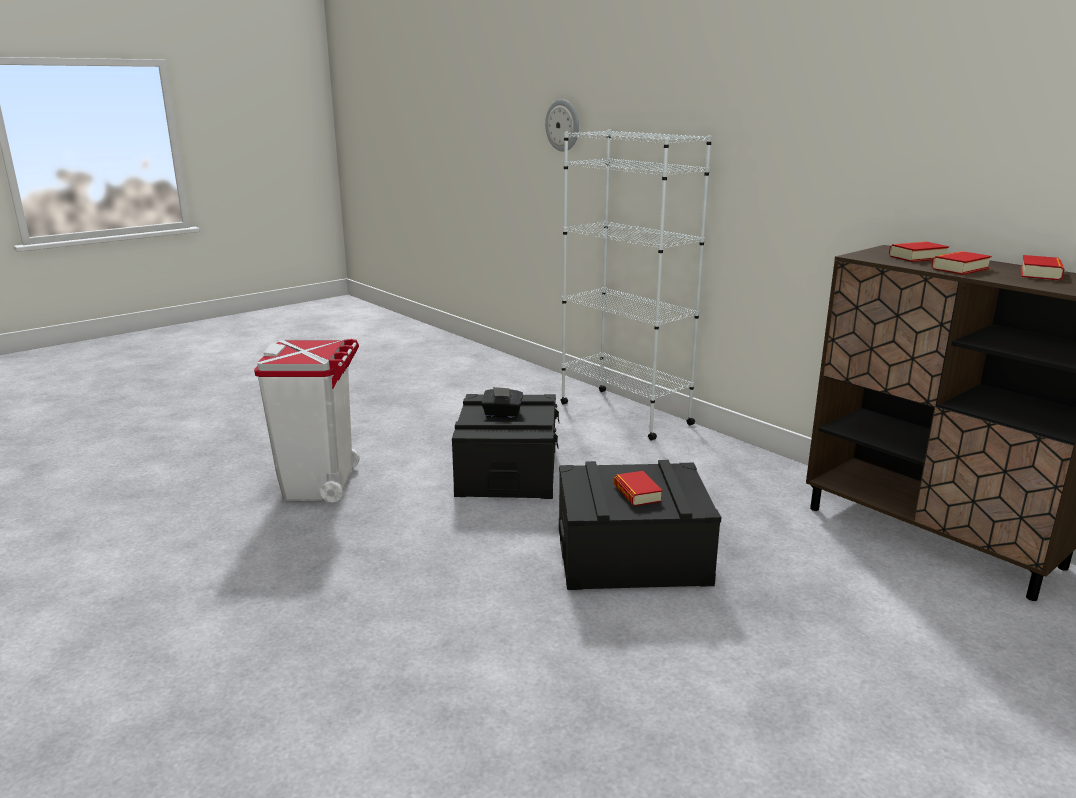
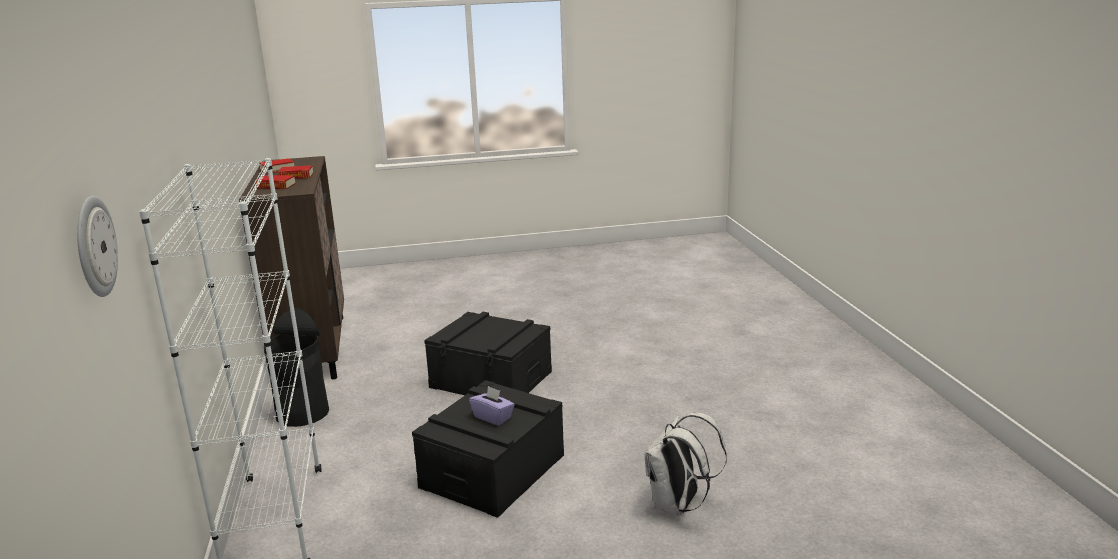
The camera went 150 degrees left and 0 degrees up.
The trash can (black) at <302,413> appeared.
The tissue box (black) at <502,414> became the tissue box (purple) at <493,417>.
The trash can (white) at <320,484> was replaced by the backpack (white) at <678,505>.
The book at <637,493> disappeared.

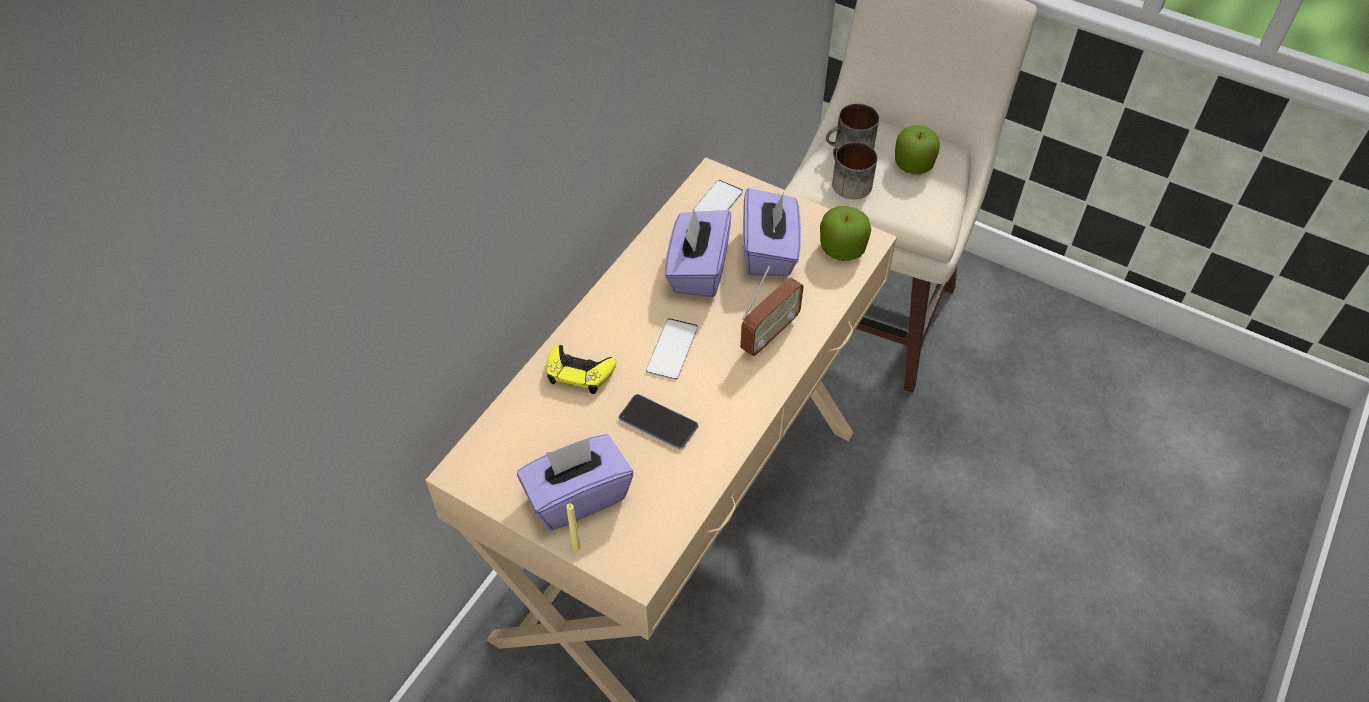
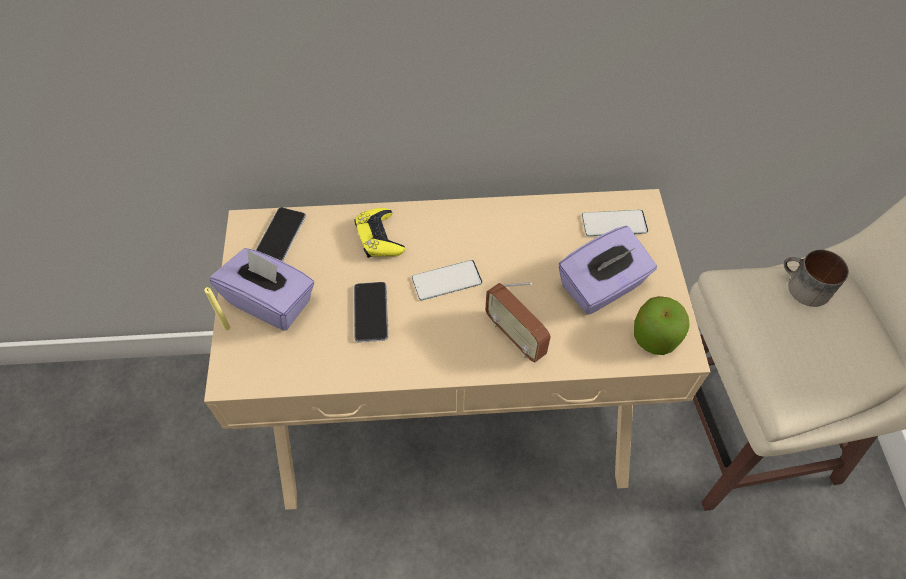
The camera went 55 degrees right and 5 degrees up.
The phone at <281,235> appeared.
The radio at <769,335> turned 45 degrees clockwise.
The tissue box (purple) at <697,270> disappeared.
The mug at <847,182> disappeared.
The apple at <913,164> disappeared.

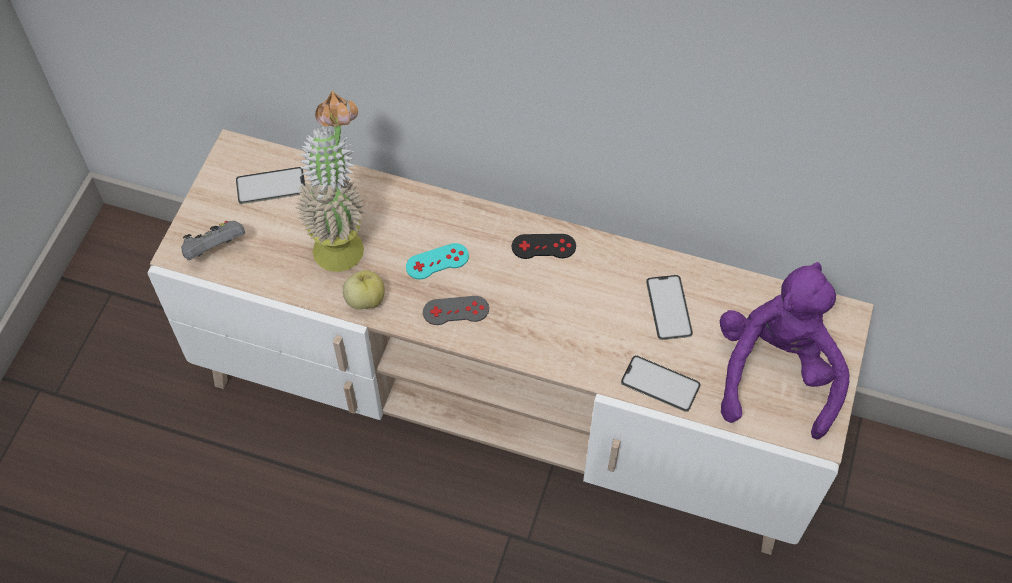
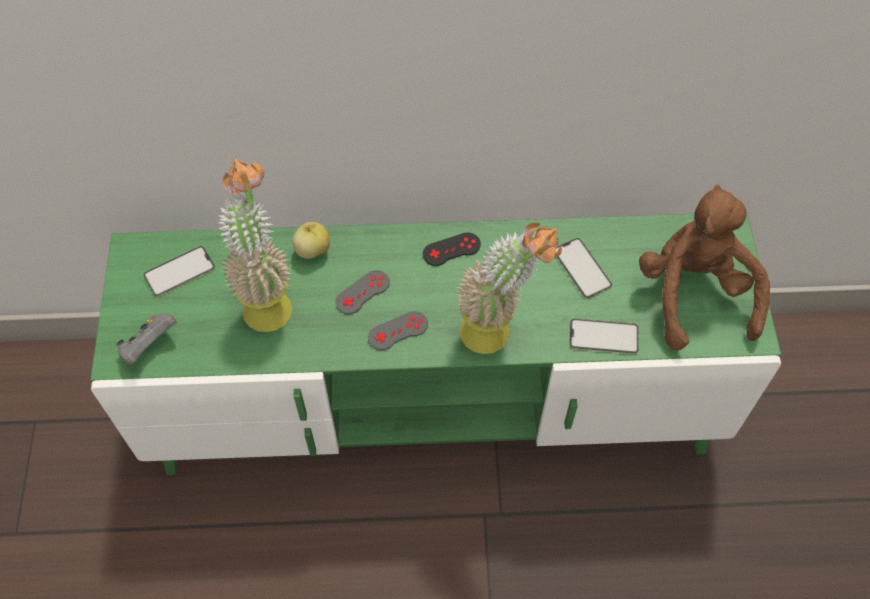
The camera went 20 degrees left and 0 degrees up.
The tv stand (beige) at <505,405> became the tv stand (green) at <434,403>.
The apple moved from <365,299> to <312,250>.
The game controller (turquoise) at <437,261> became the game controller (grey) at <362,292>.
The potted plant at <498,332> appeared.
The plush toy (purple) at <775,371> became the plush toy (brown) at <694,294>.

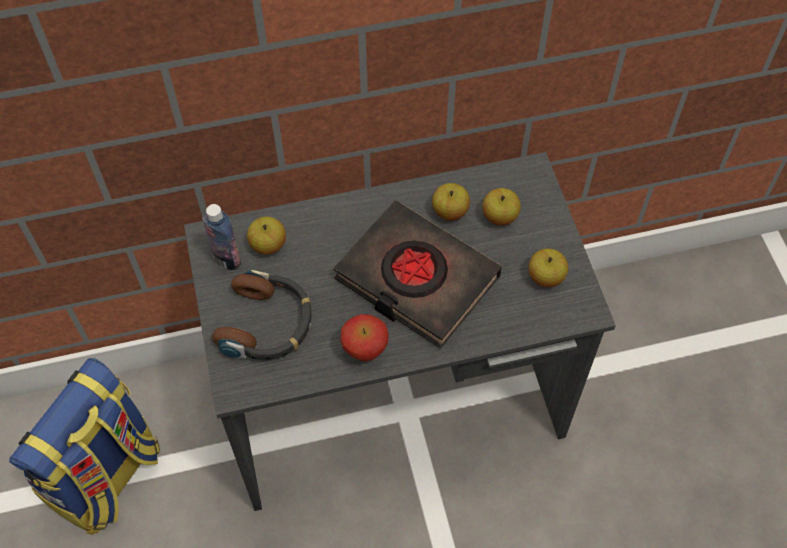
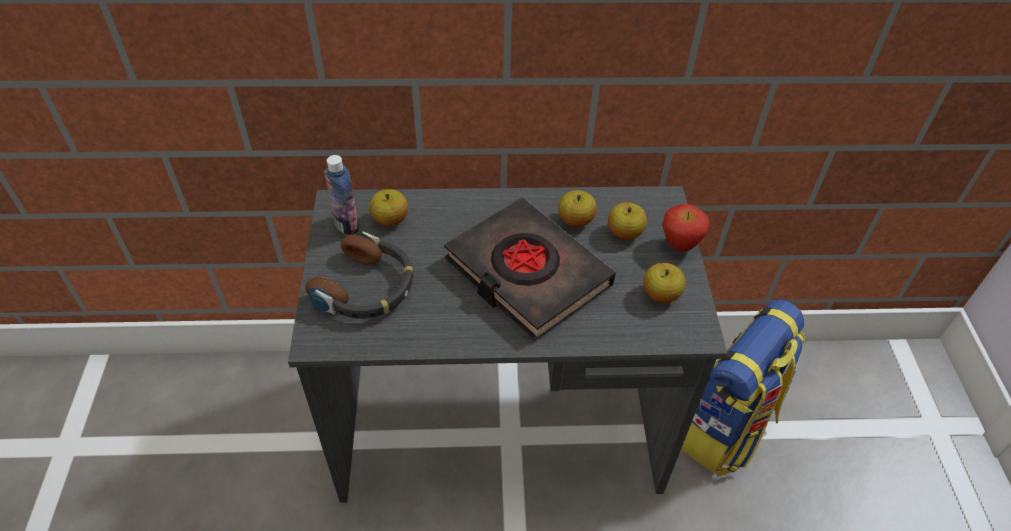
The camera went 10 degrees right and 10 degrees down.
The apple moved from <365,352> to <679,246>.
The backpack moved from <107,478> to <724,428>.

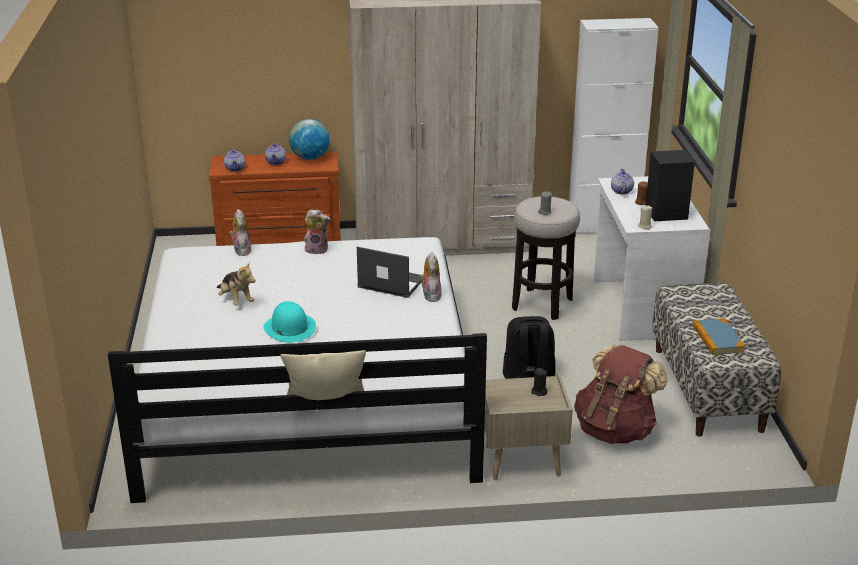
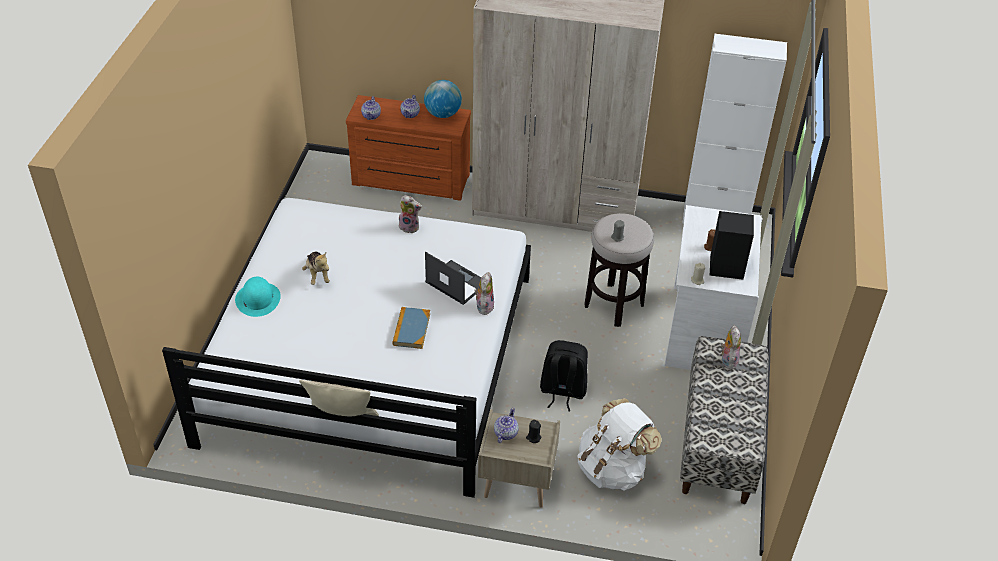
The camera went 15 degrees right and 15 degrees up.
The hat (turquoise) moved from <289,328> to <258,299>.
The book moved from <717,339> to <411,329>.
The teapot moved from <621,191> to <505,433>.
The backpack (brown) at <615,430> became the backpack (white) at <613,468>.
The plush toy moved from <241,250> to <727,360>.

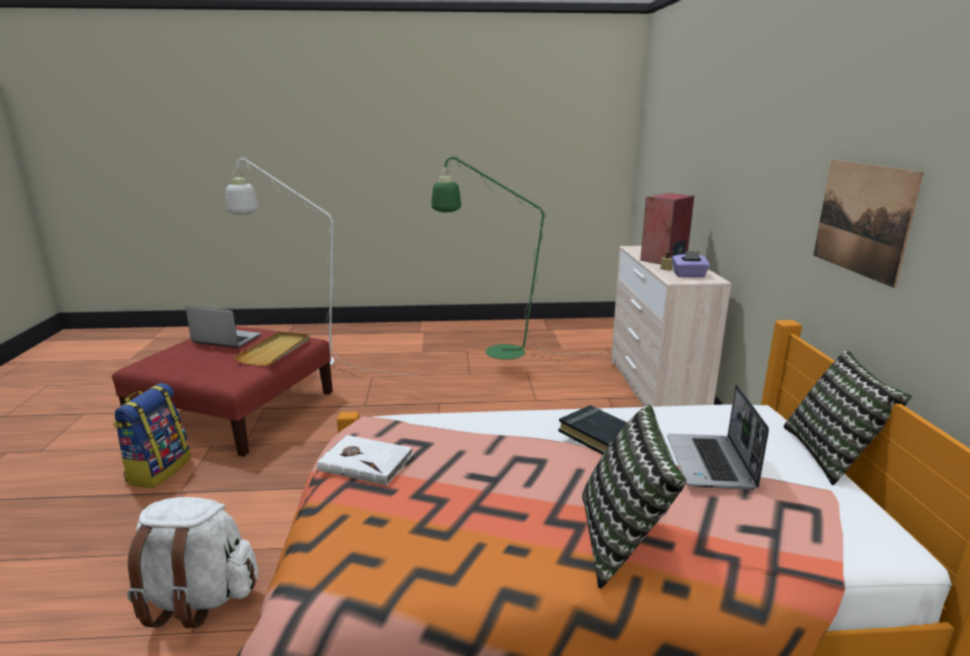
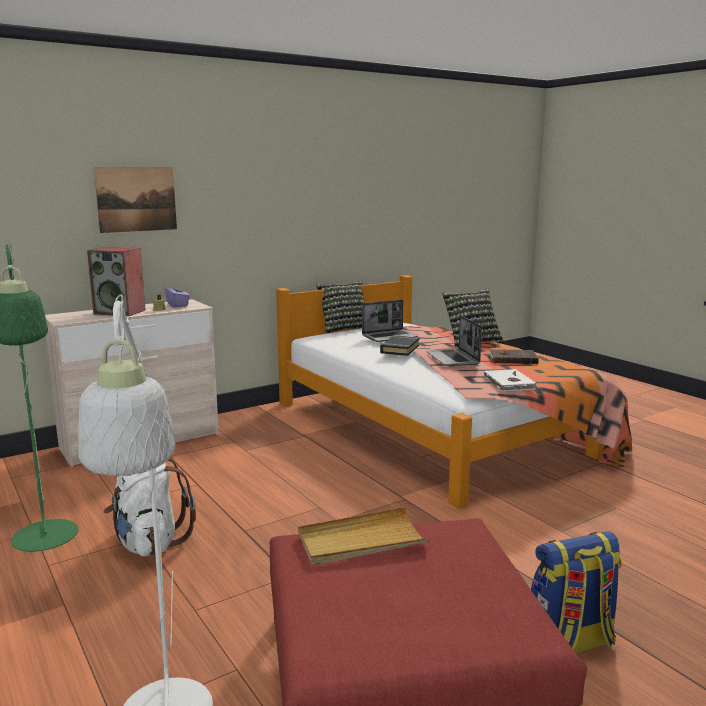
The camera went 120 degrees left and 5 degrees down.
The picture moved from <862,219> to <136,199>.
The backpack (white) moved from <197,599> to <149,543>.
The laptop moved from <225,339> to <453,359>.
The book (brown) at <512,358> appeared.

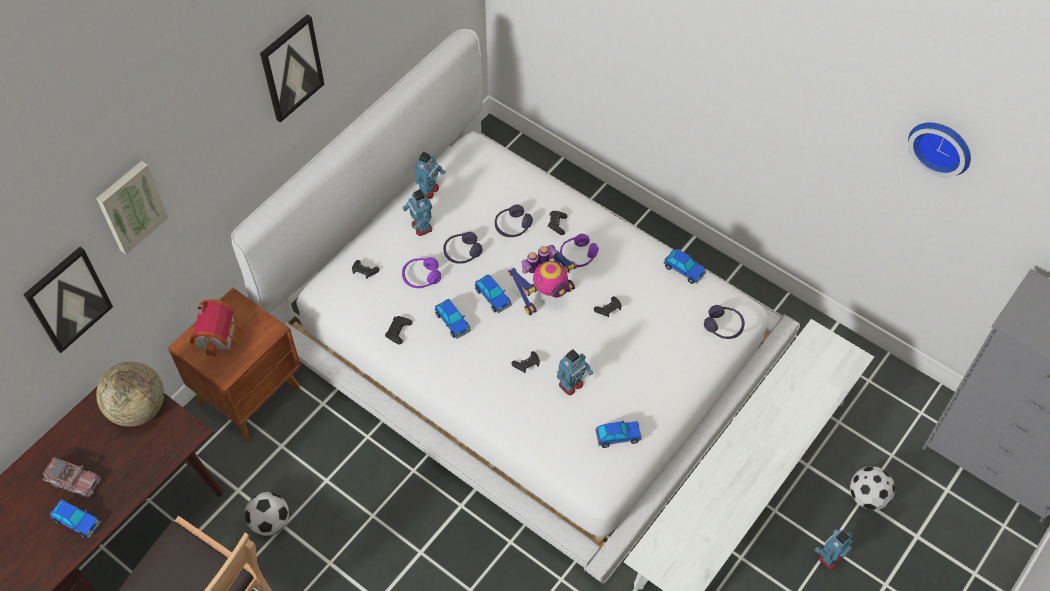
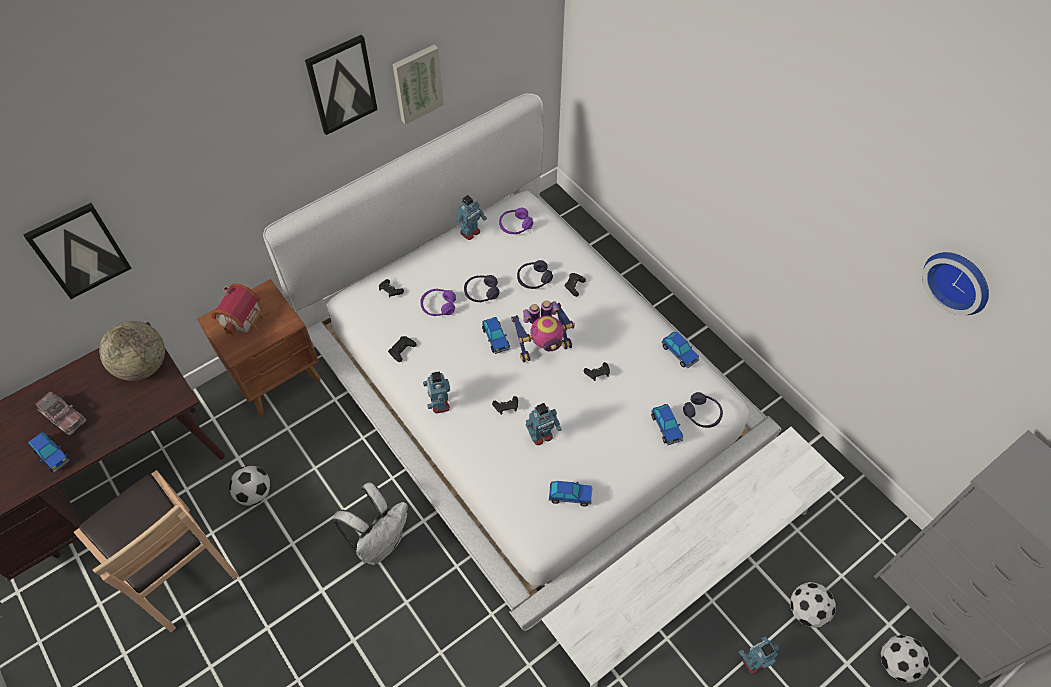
The camera went 15 degrees right and 0 degrees up.
The backpack (white) at <380,542> appeared.
The picture moved from <130,206> to <417,83>.
The toy robot moved from <421,227> to <439,404>.
The headphones (purple) moved from <578,255> to <515,225>.
The toy car moved from <453,322> to <666,427>.
The football at <897,664> appeared.

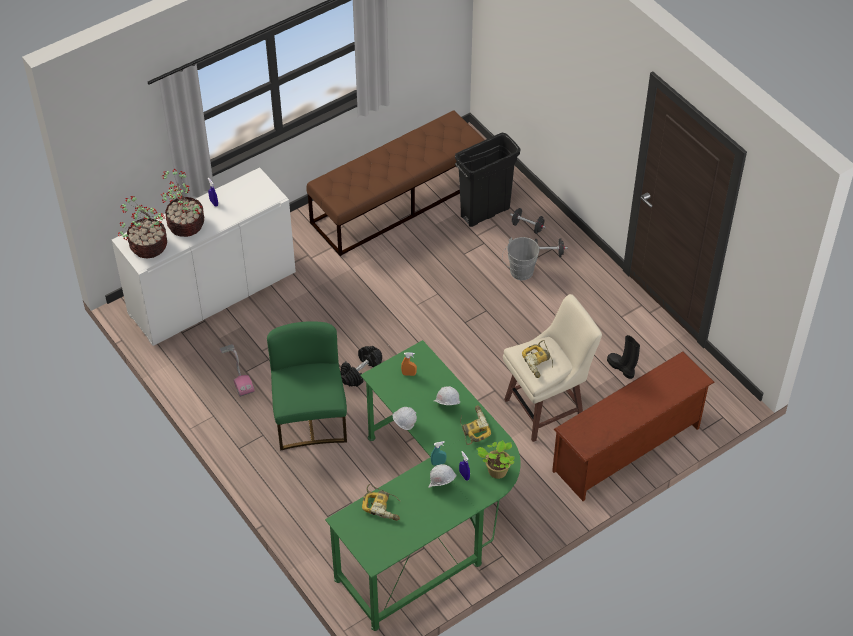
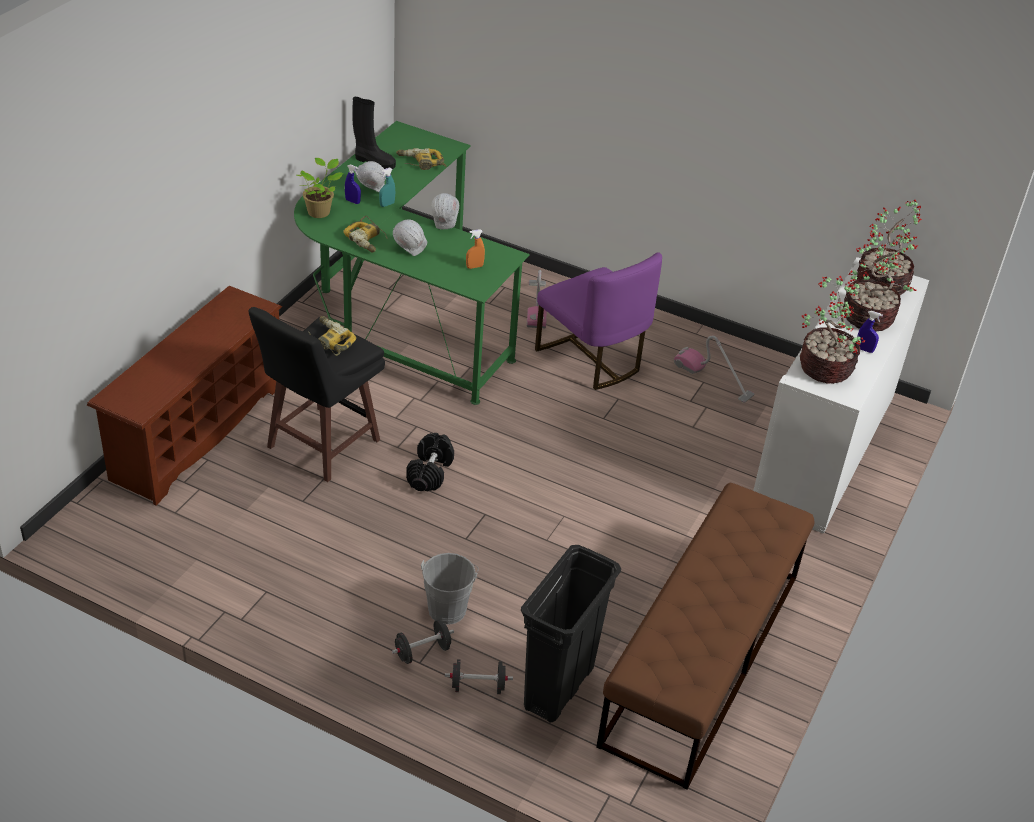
The camera went 150 degrees right and 10 degrees down.
The stool (beige) at <546,409> became the stool (black) at <320,445>.
The boot (black) moved from <621,368> to <373,162>.
The dumbbell (black) moved from <361,371> to <430,472>.
The vacuum cleaner at <536,305> appeared.
The chair (green) at <310,419> became the chair (purple) at <591,359>.
The potted plant at <824,367> appeared.

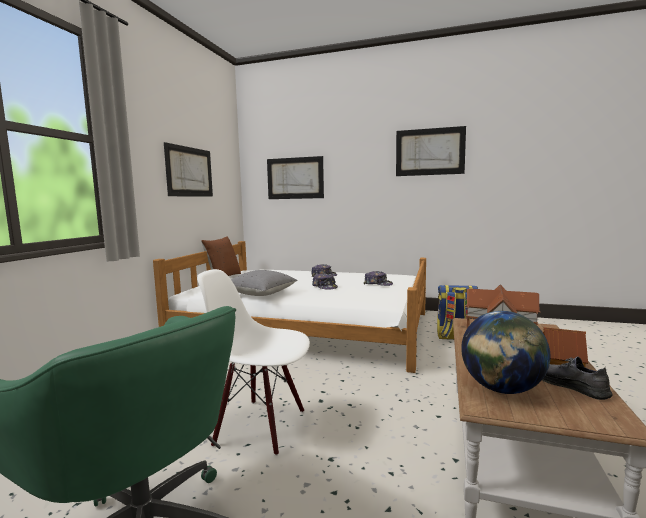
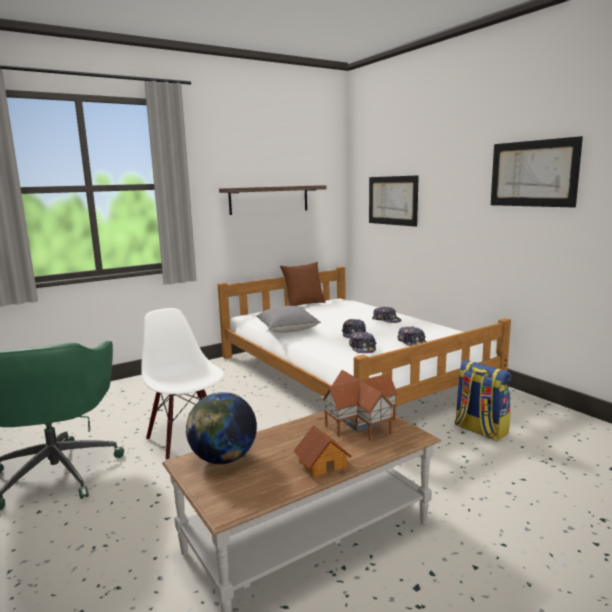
The camera went 40 degrees right and 5 degrees up.
The picture at <190,172> was replaced by the shelf at <269,199>.
The cap at <362,348> appeared.
The shoe (grey) at <568,385> disappeared.

